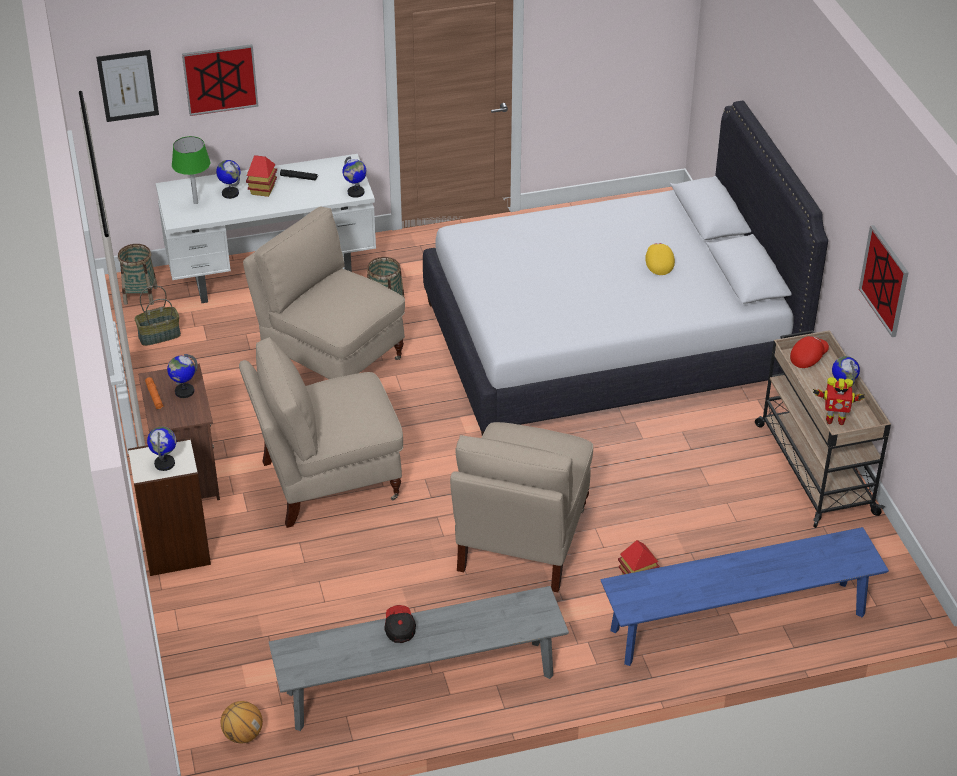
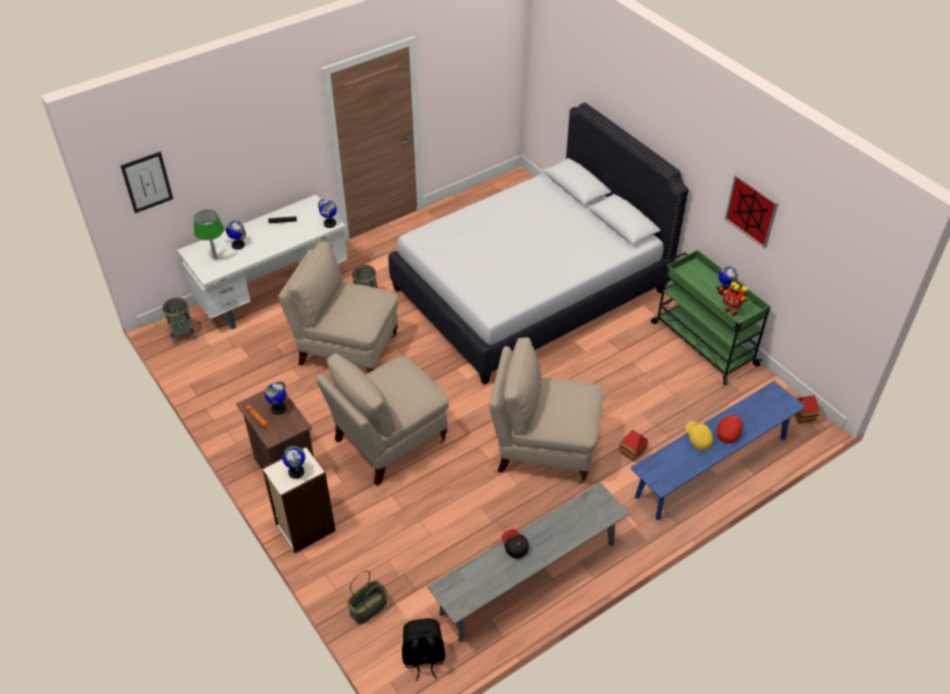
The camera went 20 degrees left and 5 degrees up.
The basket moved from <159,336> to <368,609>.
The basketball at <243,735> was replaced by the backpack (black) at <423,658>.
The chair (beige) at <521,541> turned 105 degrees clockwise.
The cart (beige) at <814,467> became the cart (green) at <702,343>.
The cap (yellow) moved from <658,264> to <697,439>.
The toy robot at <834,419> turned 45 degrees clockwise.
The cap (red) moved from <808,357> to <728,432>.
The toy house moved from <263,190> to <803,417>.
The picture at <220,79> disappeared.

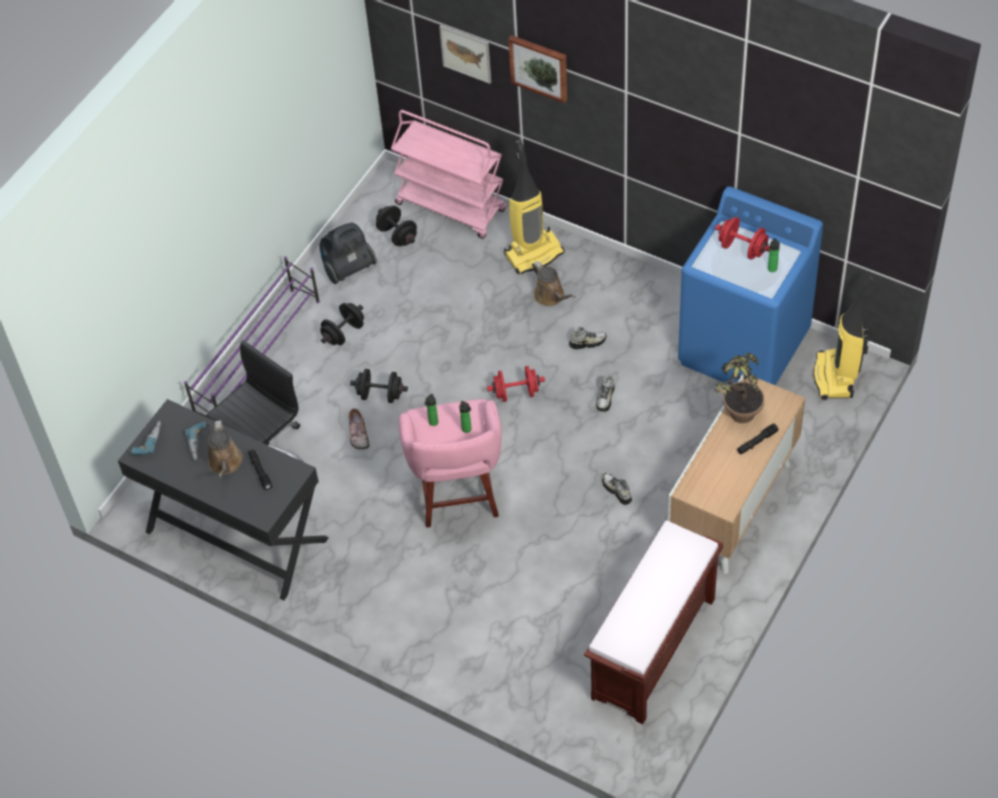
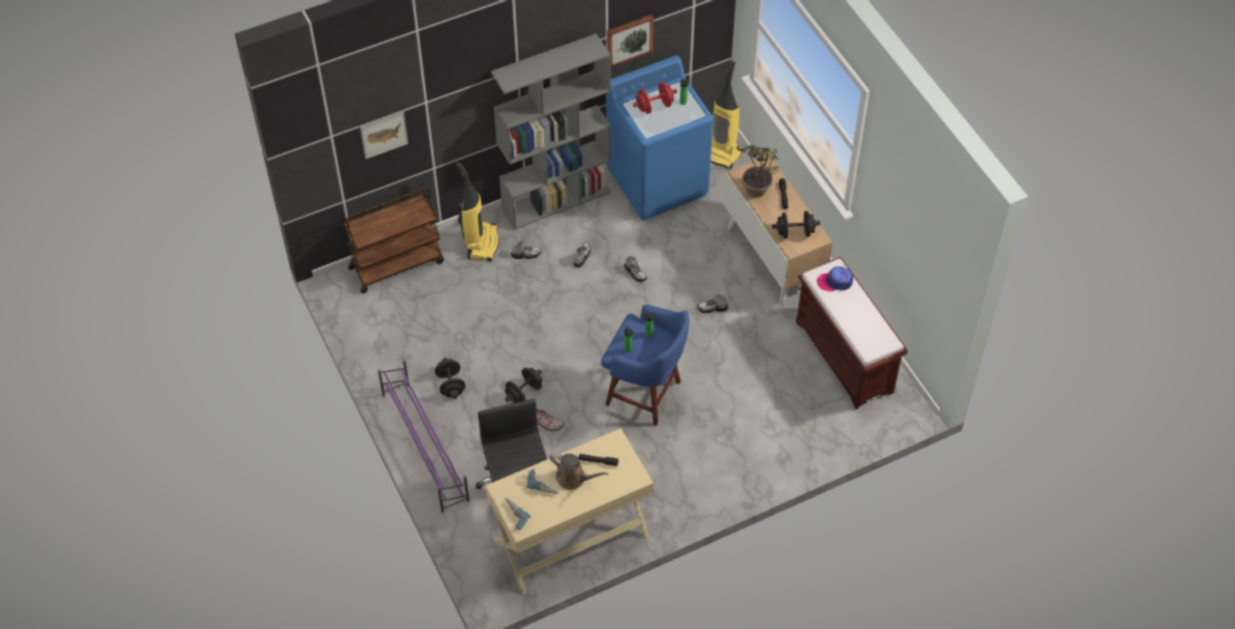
The camera went 60 degrees left and 0 degrees up.
The cart (pink) at <452,207> became the cart (brown) at <397,264>.
The desk (black) at <236,536> became the desk (beige) at <572,539>.
The bookcase (grey) at <556,200> appeared.
The watering can (brown) at <551,296> was replaced by the shoe at <526,254>.
The stool (pink) at <458,496> became the stool (blue) at <646,394>.
The picture moved from <539,67> to <629,40>.
The dumbbell (black) moved from <397,235> to <795,232>.
The cap at <835,281> appeared.
The vacuum cleaner at <347,269> disappeared.
The dumbbell (red) at <516,393> disappeared.

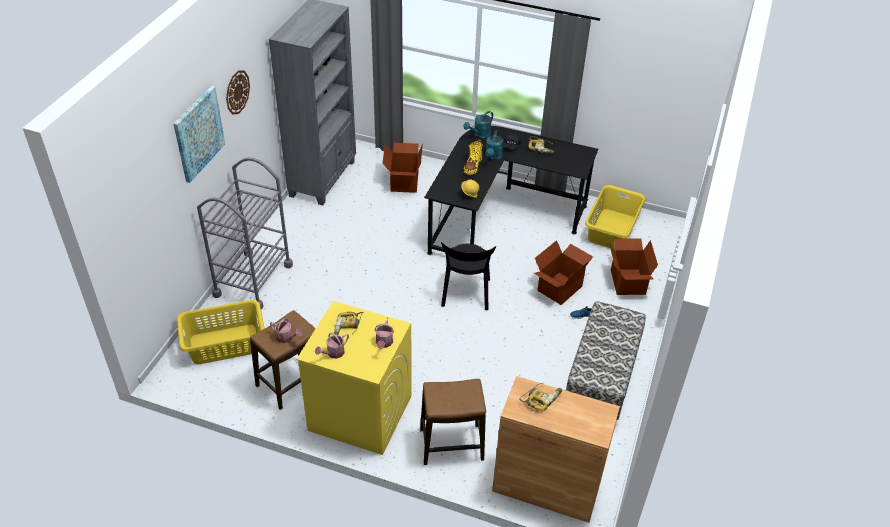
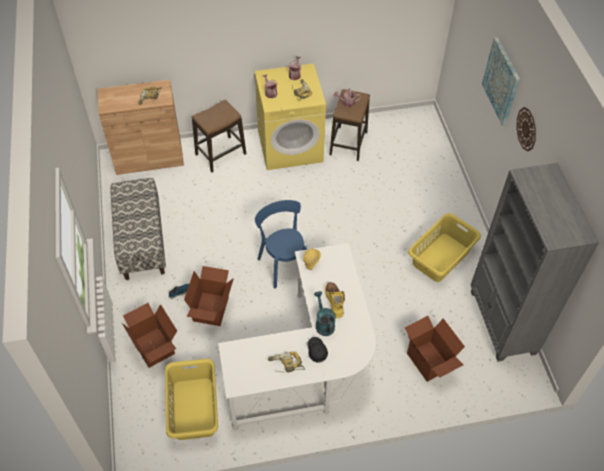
The camera went 150 degrees right and 10 degrees up.
The desk (black) at <499,217> became the desk (white) at <309,364>.
The chair (black) at <465,295> became the chair (blue) at <283,263>.
The laundry basket (yellow) moved from <225,344> to <440,257>.
The cart (grey) at <253,280> disappeared.
The watering can (turquoise) at <479,135> disappeared.

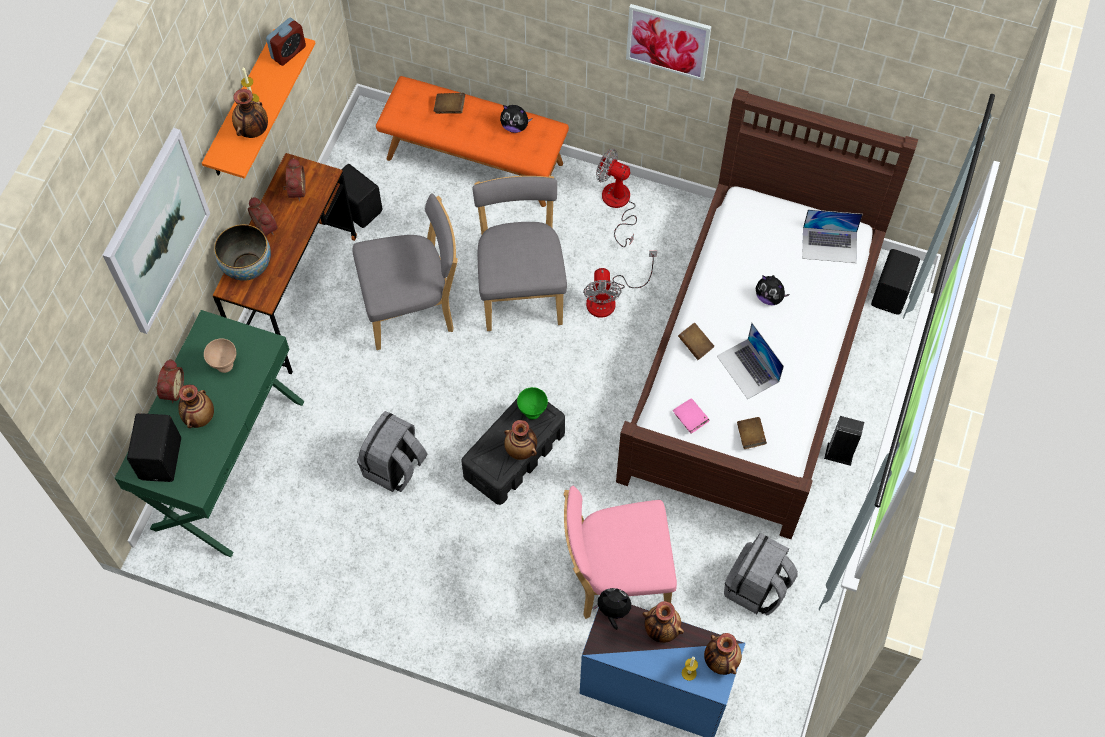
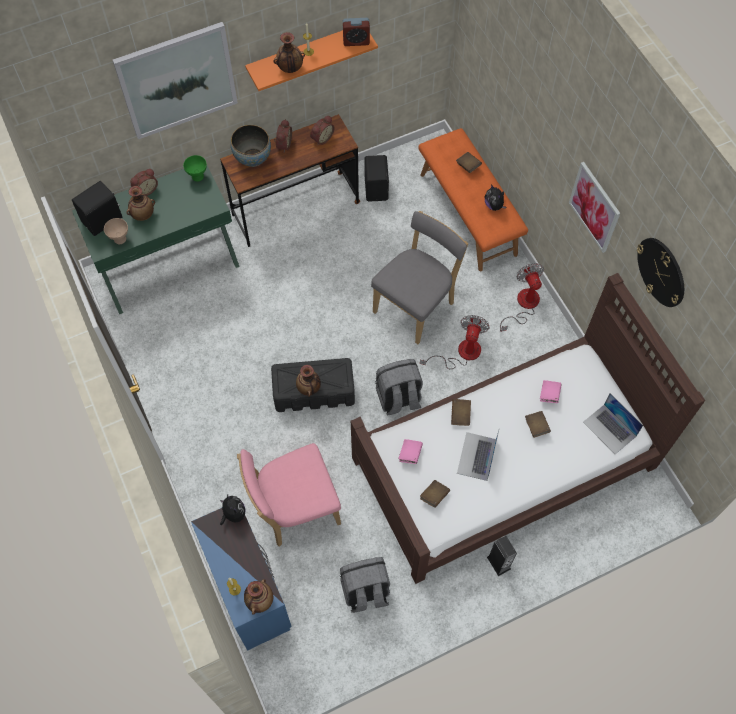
The camera went 45 degrees right and 0 degrees up.
The bowl (beige) moved from <224,365> to <120,239>.
The bowl (green) moved from <533,412> to <198,176>.
The chair (pink) at <615,577> turned 60 degrees counterclockwise.
The backpack (grey) moved from <394,467> to <398,399>.
The fan at <610,298> turned 150 degrees clockwise.
The plush toy at <769,297> was replaced by the book (brown) at <536,427>.
The book (pink) at <549,394> appeared.
The wall clock at <661,272> appeared.
The chair (grey) at <413,308> disappeared.
The vase at <661,629> disappeared.
The speaker (black) at <892,294> disappeared.

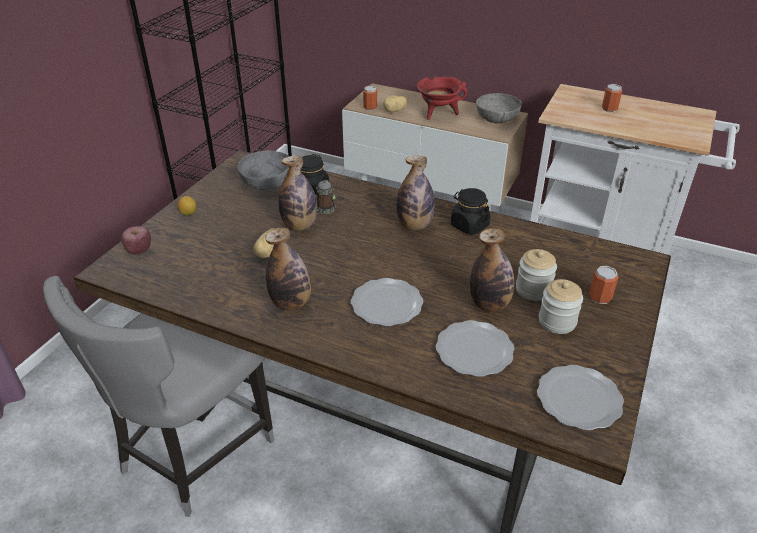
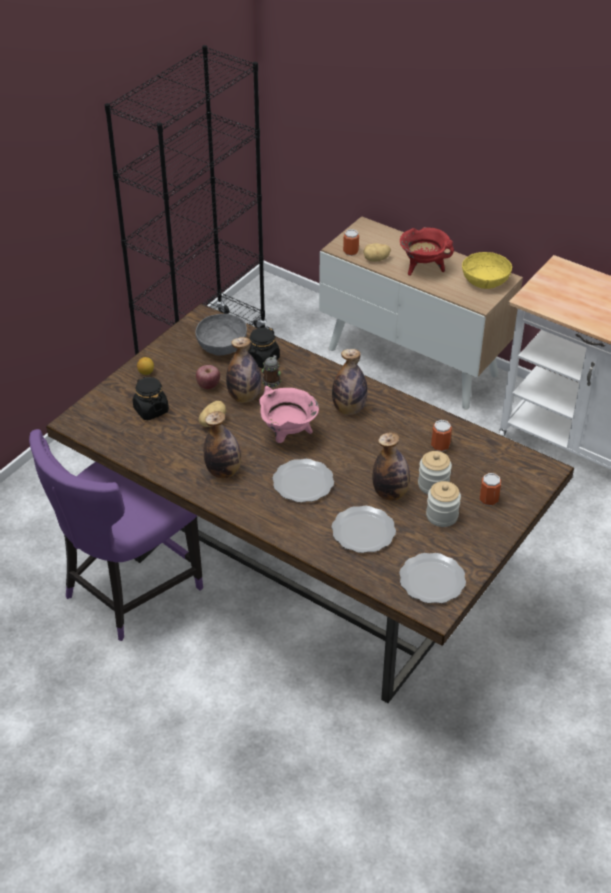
The camera went 10 degrees right and 5 degrees up.
The chair (grey) at <192,454> became the chair (purple) at <128,590>.
The jar (black) moved from <469,225> to <151,410>.
The apple moved from <139,250> to <208,385>.
The cooking pot (pink) at <288,435> appeared.
The can moved from <609,109> to <440,446>.
The bowl (grey) at <496,118> became the bowl (yellow) at <485,281>.

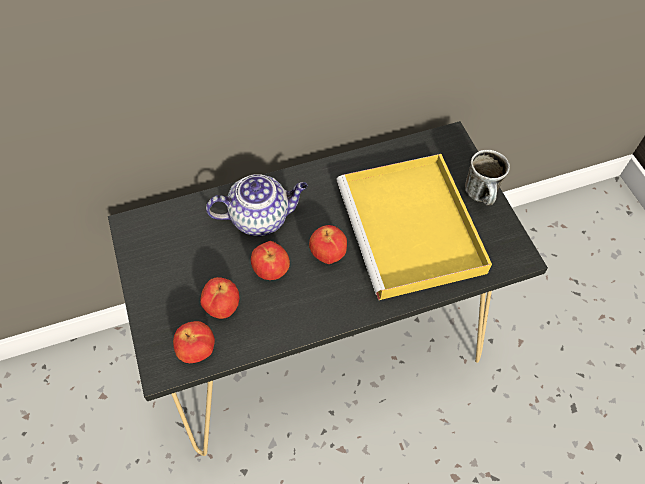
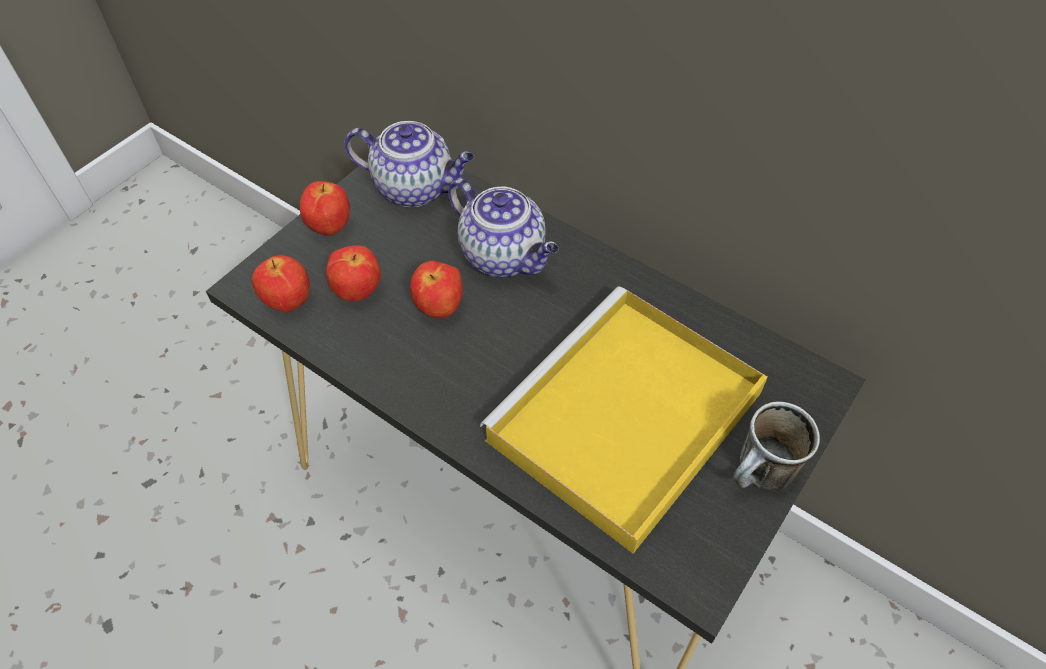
The camera went 55 degrees right and 5 degrees down.
The apple moved from <327,255> to <329,227>.
The teapot at <416,188> appeared.

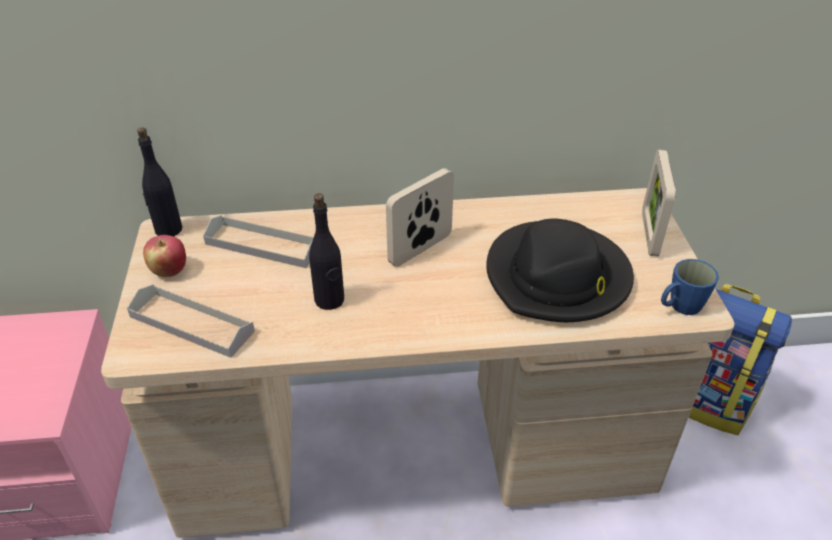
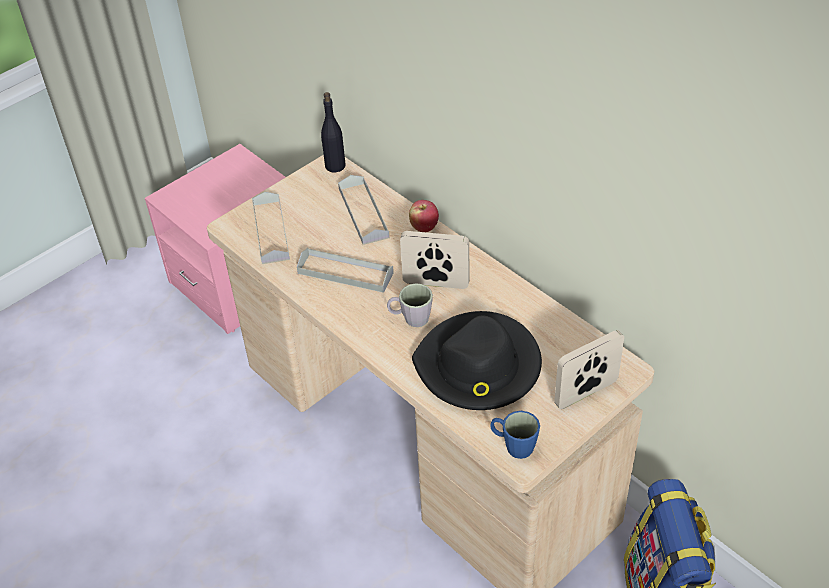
The camera went 55 degrees right and 5 degrees up.
The bottle (black) at <329,300> was replaced by the tray (grey) at <345,273>.
The mug (grey) at <410,318> appeared.
The apple moved from <169,271> to <424,227>.

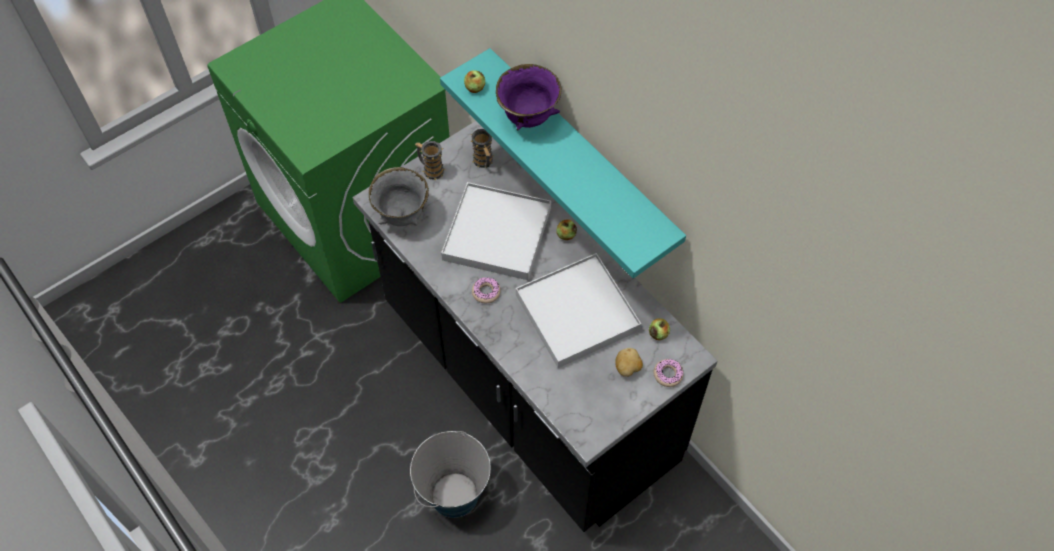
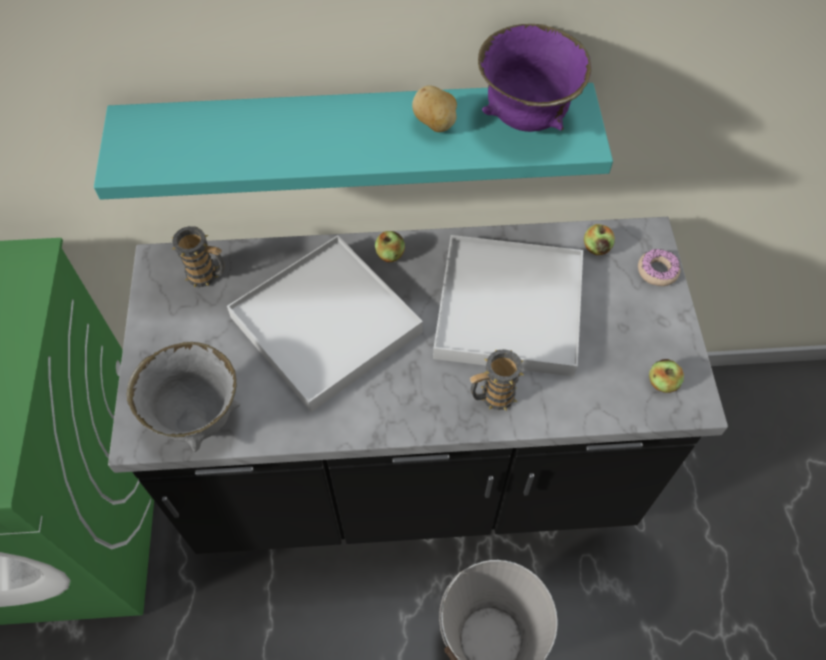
The camera went 55 degrees left and 0 degrees up.
The potato moved from <627,368> to <435,124>.
The mug moved from <430,169> to <492,397>.
The bowl (purple) moved from <527,118> to <525,119>.
The apple moved from <475,88> to <662,383>.
The donut at <486,292> disappeared.

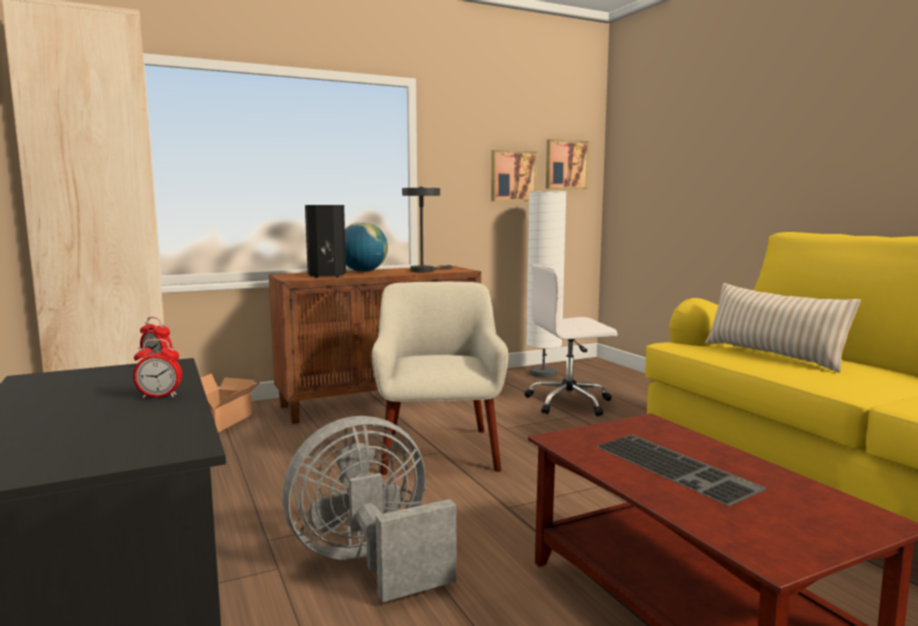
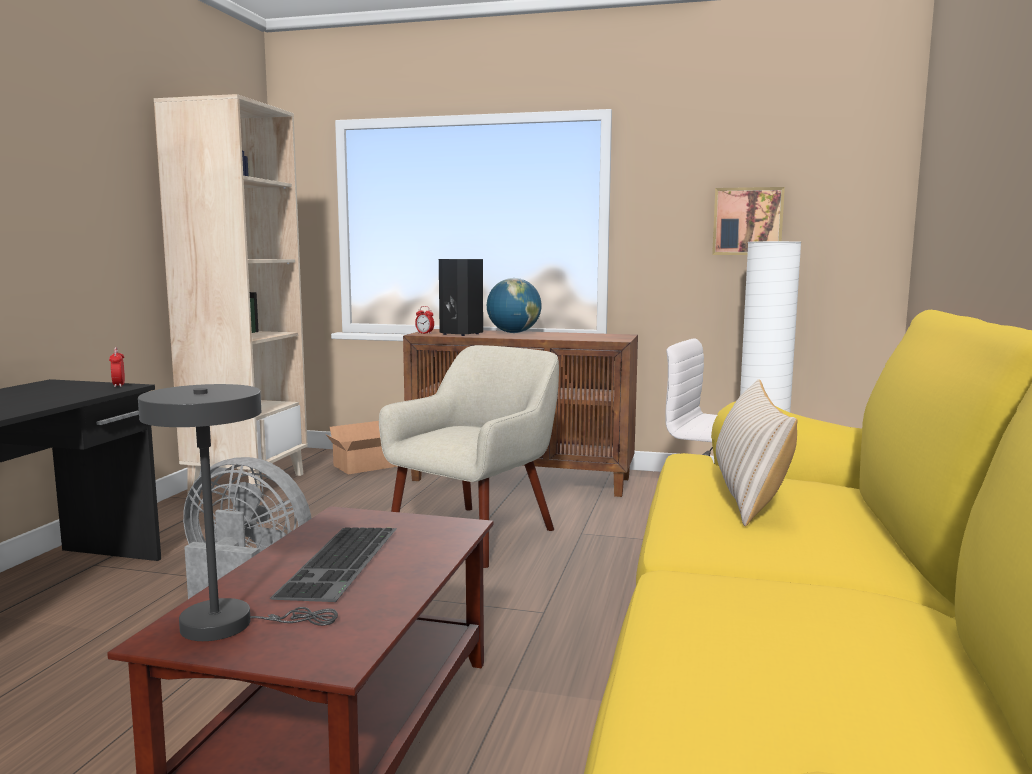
The camera went 40 degrees right and 0 degrees up.
The table lamp (grey) moved from <425,270> to <229,624>.
The alarm clock moved from <159,396> to <425,333>.
The picture at <566,164> disappeared.

